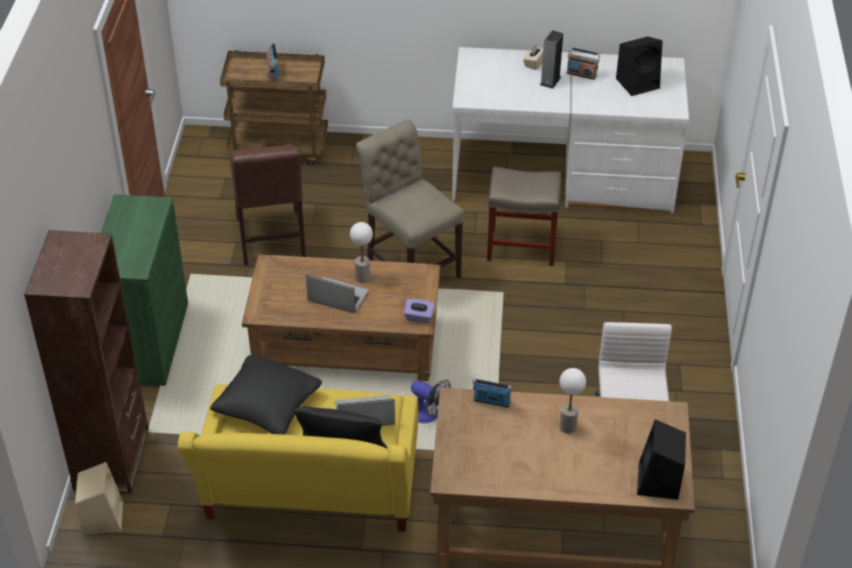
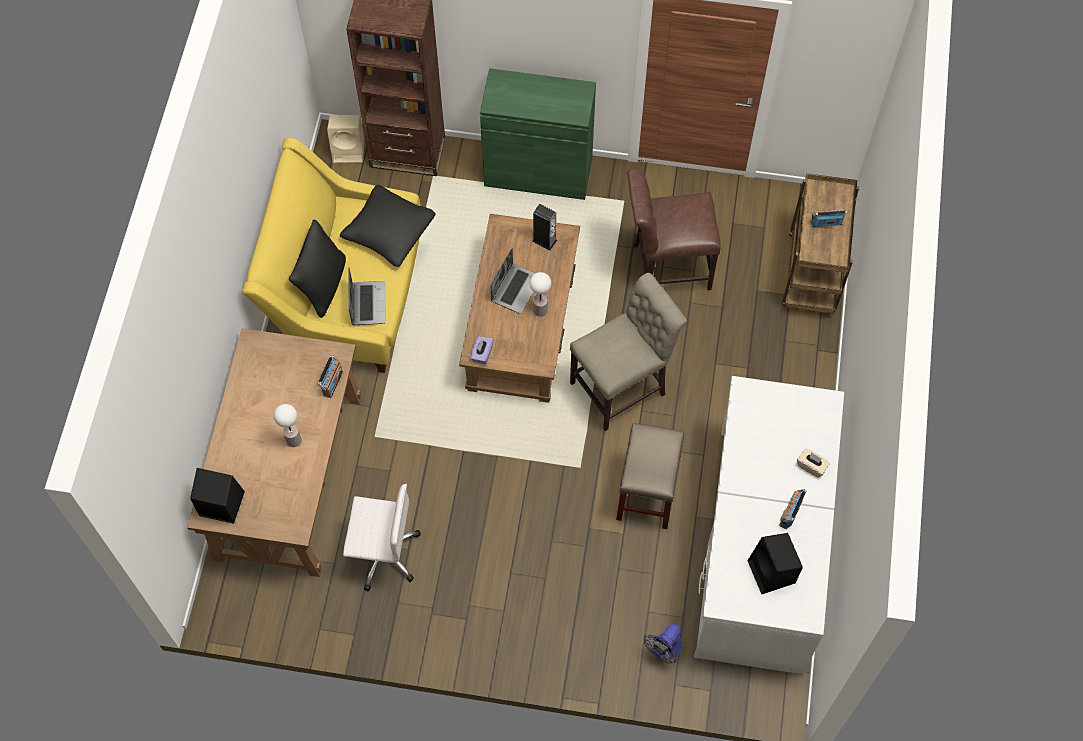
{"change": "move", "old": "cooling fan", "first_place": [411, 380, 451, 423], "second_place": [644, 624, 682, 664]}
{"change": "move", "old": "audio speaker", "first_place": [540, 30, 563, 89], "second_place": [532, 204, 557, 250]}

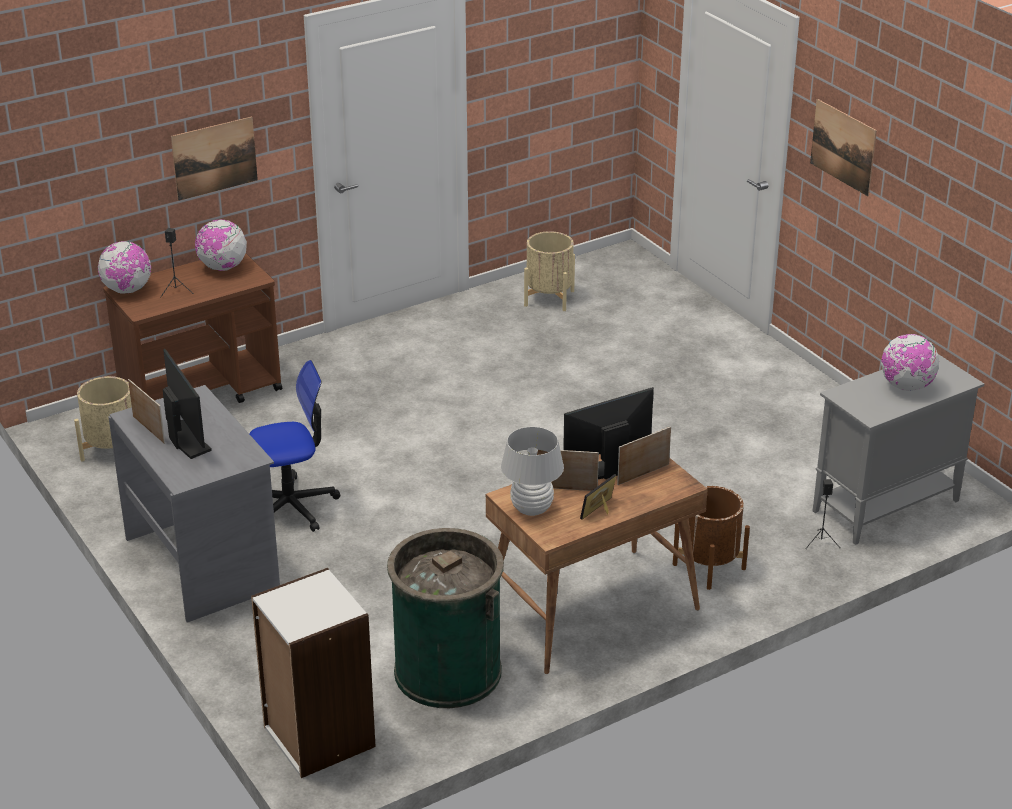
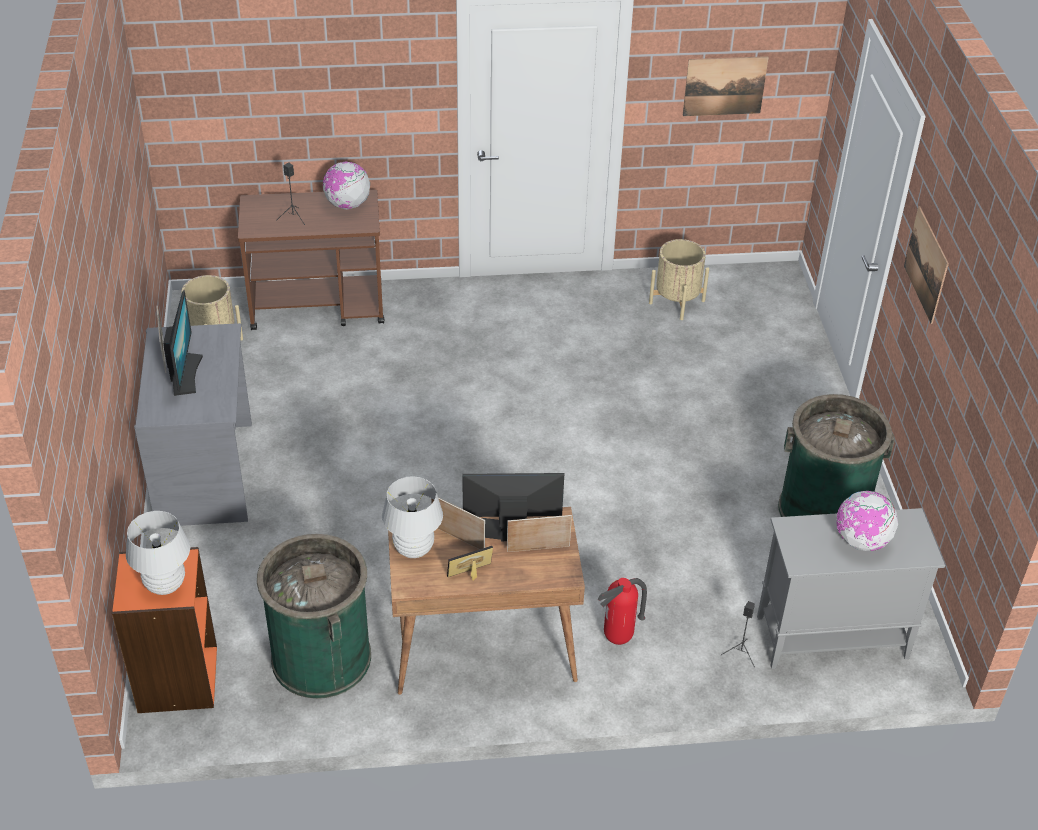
{"change": "delete", "old": "globe", "first_place": [98, 241, 151, 294]}
{"change": "move", "old": "wall art", "first_place": [171, 117, 258, 201], "second_place": [683, 56, 769, 116]}
{"change": "delete", "old": "office chair", "first_place": [249, 360, 340, 532]}
{"change": "recolor", "old": "bookcase in white-coloured", "new": "bookcase in orangey", "first_place": [251, 568, 376, 778], "second_place": [112, 547, 217, 713]}
{"change": "replace", "old": "plant pot in brown", "new": "fire extinguisher", "first_place": [673, 486, 750, 590], "second_place": [598, 578, 647, 645]}
{"change": "insert", "new": "lamp for a table in white-coloured", "second_place": [126, 511, 190, 595]}
{"change": "insert", "new": "waste bin in greenish", "second_place": [778, 394, 895, 517]}

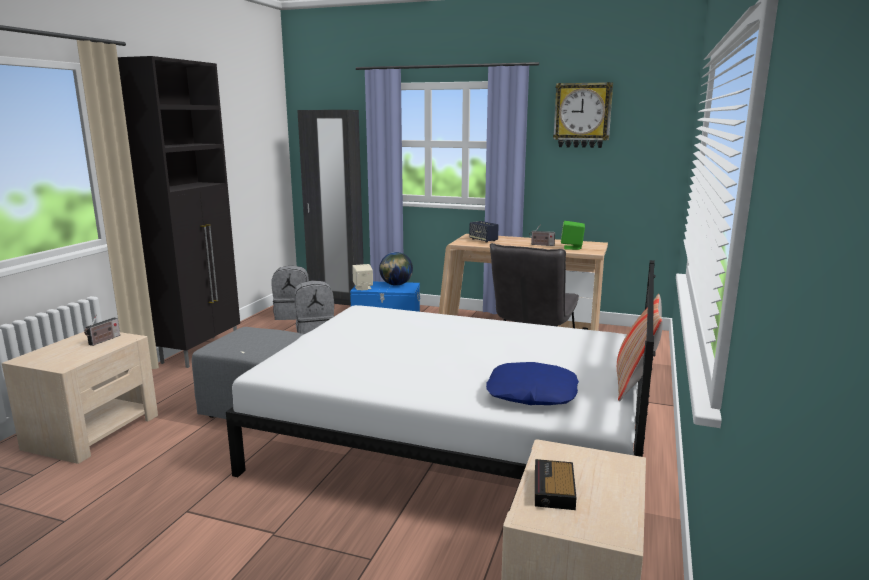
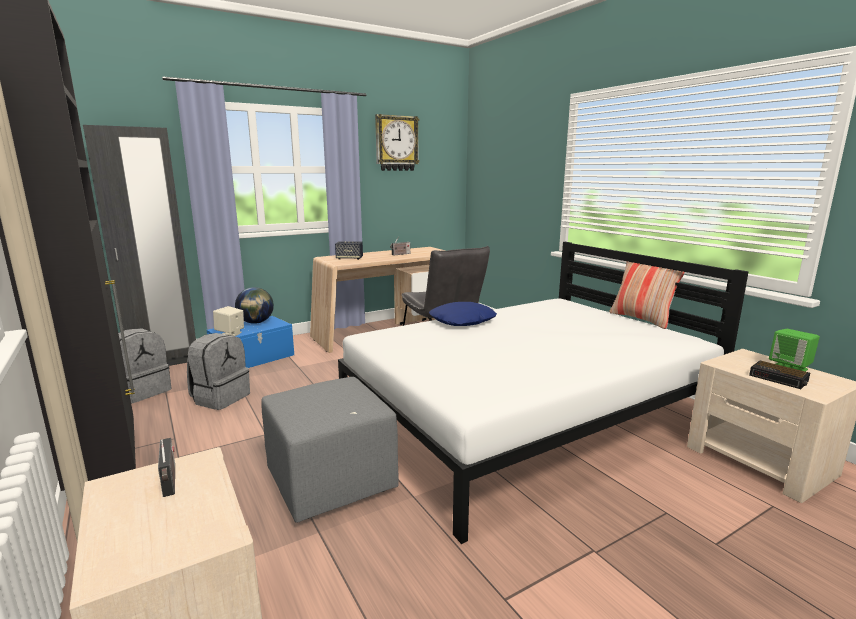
{"change": "move", "old": "cushion in blue-coloured", "first_place": [486, 362, 579, 405], "second_place": [429, 302, 497, 326]}
{"change": "move", "old": "audio speaker in greenish", "first_place": [561, 221, 585, 250], "second_place": [769, 329, 820, 372]}

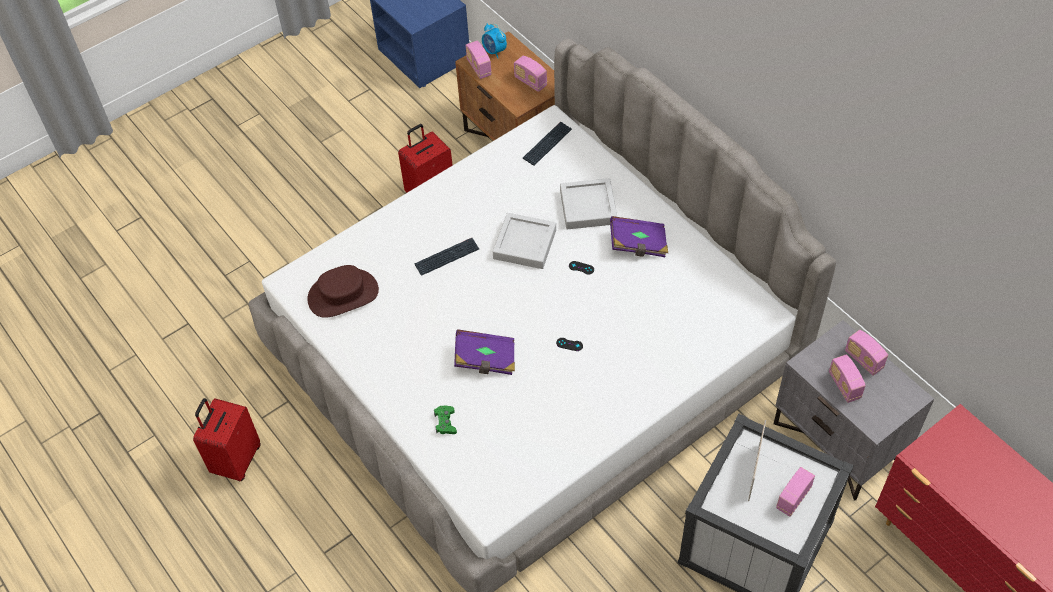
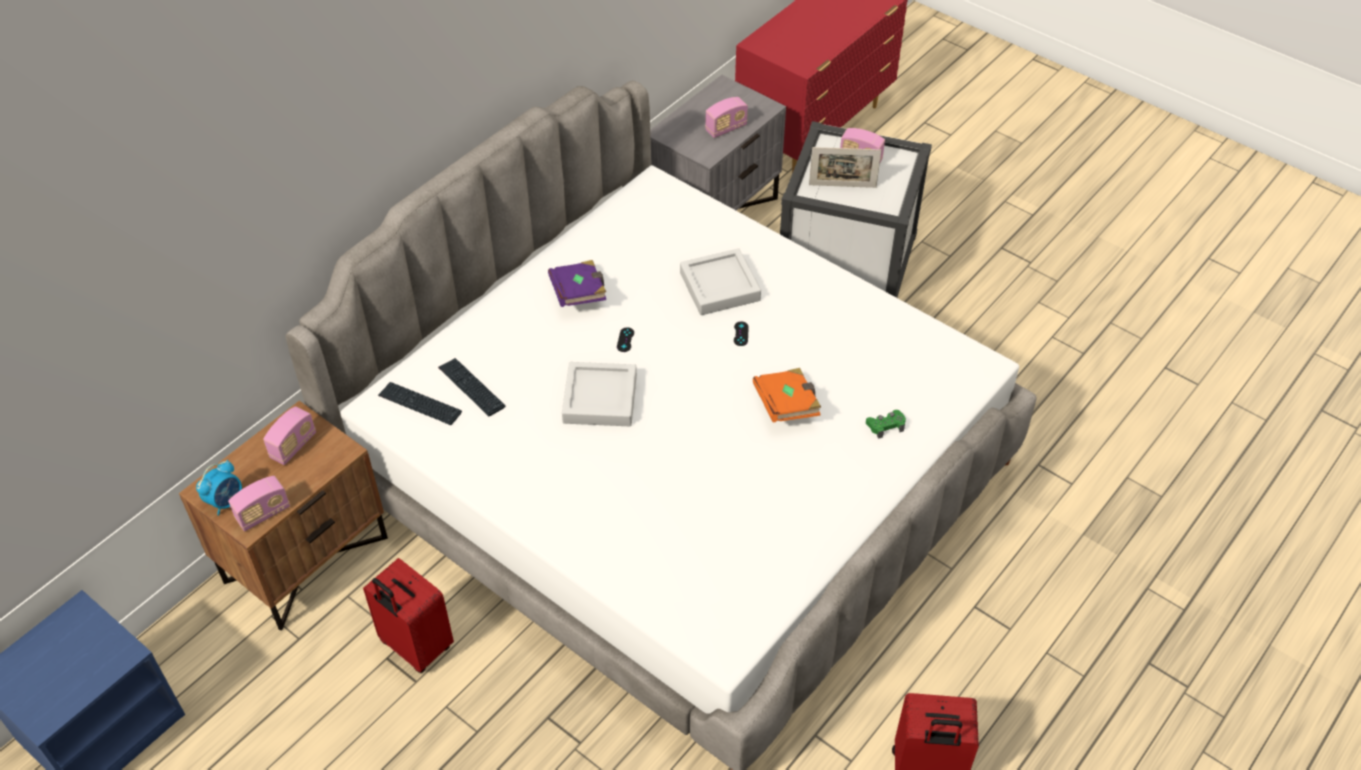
{"change": "delete", "old": "hat in brown", "first_place": [308, 265, 379, 318]}
{"change": "move", "old": "computer keyboard", "first_place": [414, 238, 479, 276], "second_place": [438, 358, 506, 417]}
{"change": "recolor", "old": "book in purple", "new": "book in orangey", "first_place": [454, 329, 515, 375], "second_place": [753, 368, 821, 423]}
{"change": "move", "old": "carrying tray in grey", "first_place": [560, 178, 617, 230], "second_place": [680, 248, 761, 315]}
{"change": "delete", "old": "radio", "first_place": [845, 330, 888, 376]}

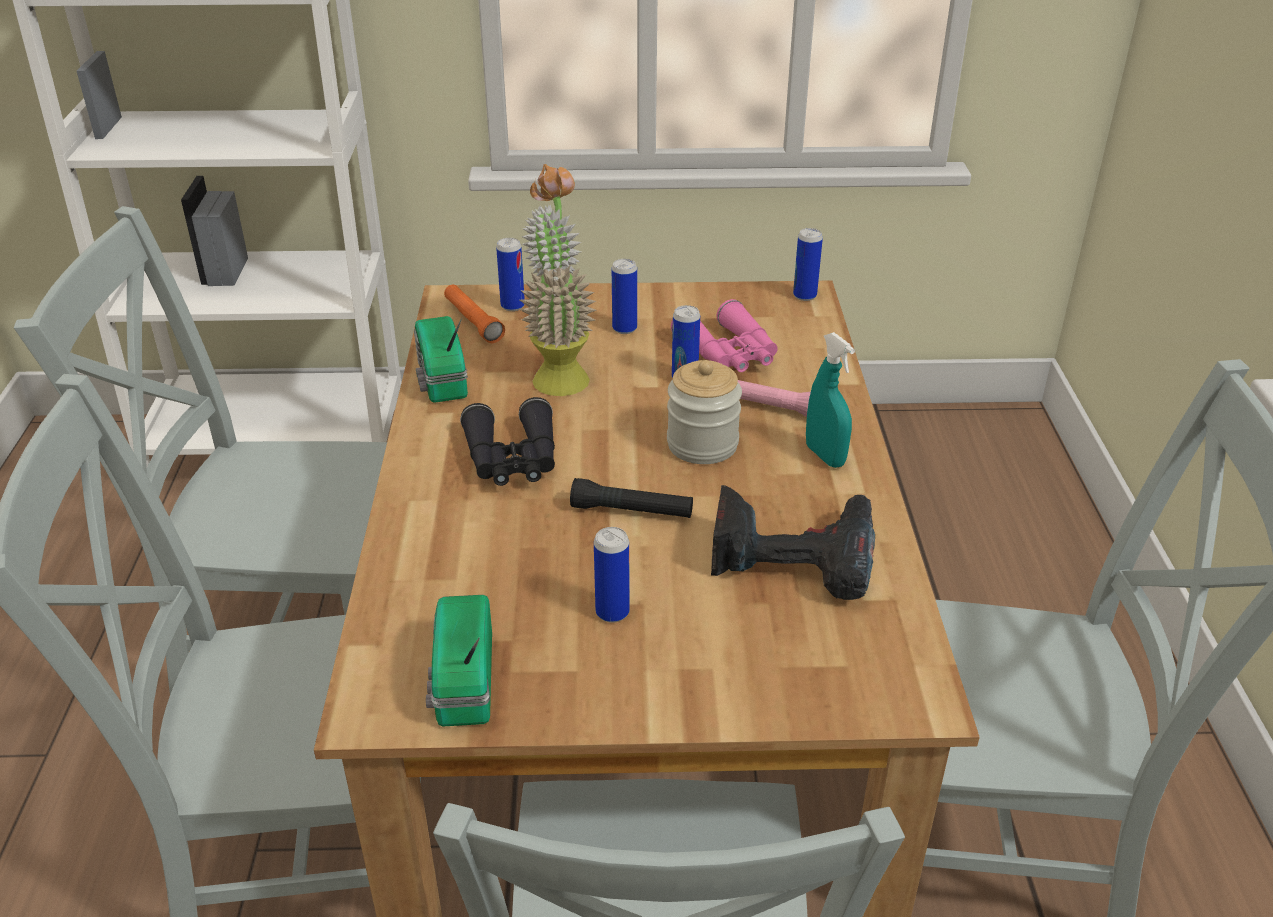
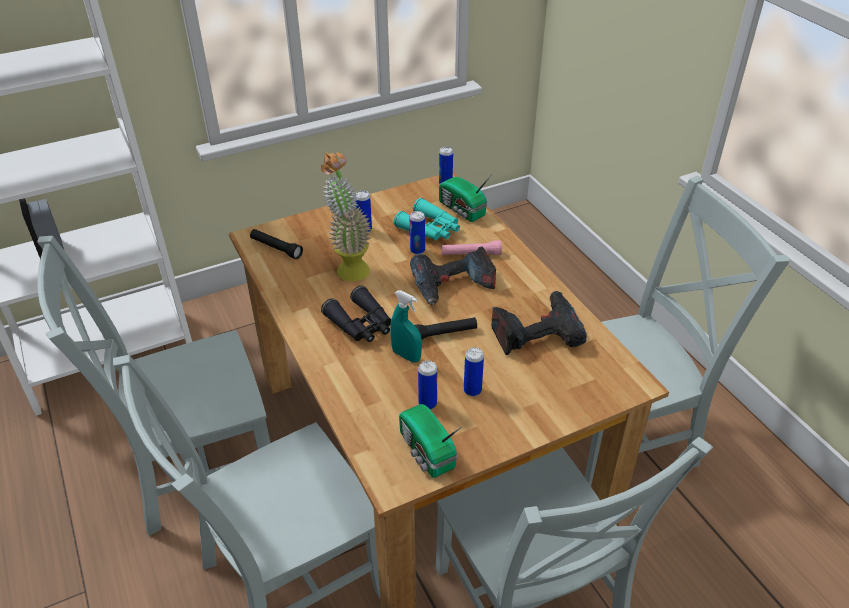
{"change": "move", "old": "radio", "first_place": [414, 316, 468, 403], "second_place": [439, 174, 492, 222]}
{"change": "recolor", "old": "flashlight in orangey", "new": "flashlight in black", "first_place": [444, 285, 505, 343], "second_place": [250, 229, 303, 259]}
{"change": "move", "old": "metal can", "first_place": [496, 238, 525, 311], "second_place": [418, 360, 437, 410]}
{"change": "replace", "old": "jar", "new": "power drill", "first_place": [667, 360, 742, 464], "second_place": [410, 246, 496, 305]}
{"change": "recolor", "old": "field glasses in pinkish", "new": "field glasses in turquoise-coloured", "first_place": [671, 299, 778, 372], "second_place": [394, 198, 460, 241]}
{"change": "move", "old": "sprayer in turquoise-coloured", "first_place": [806, 332, 855, 468], "second_place": [390, 290, 422, 363]}

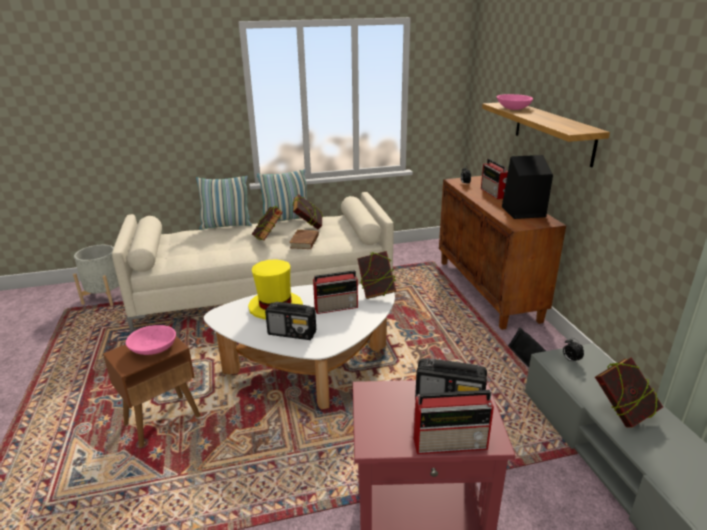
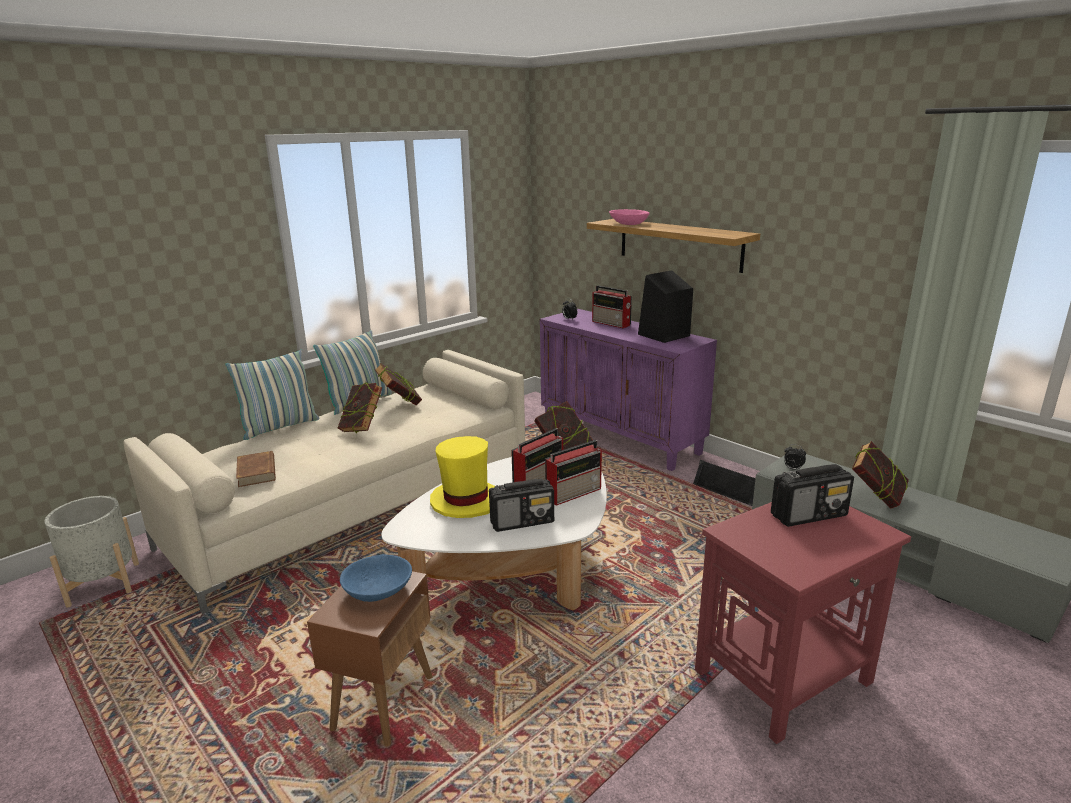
{"change": "recolor", "old": "deep dish in pinkish", "new": "deep dish in blue-coloured", "first_place": [126, 325, 176, 355], "second_place": [340, 554, 412, 602]}
{"change": "move", "old": "book in brown", "first_place": [289, 230, 319, 249], "second_place": [236, 451, 276, 487]}
{"change": "move", "old": "radio", "first_place": [414, 390, 494, 454], "second_place": [545, 440, 602, 506]}
{"change": "recolor", "old": "cupboard in brown", "new": "cupboard in purple", "first_place": [439, 176, 566, 330], "second_place": [540, 309, 717, 471]}

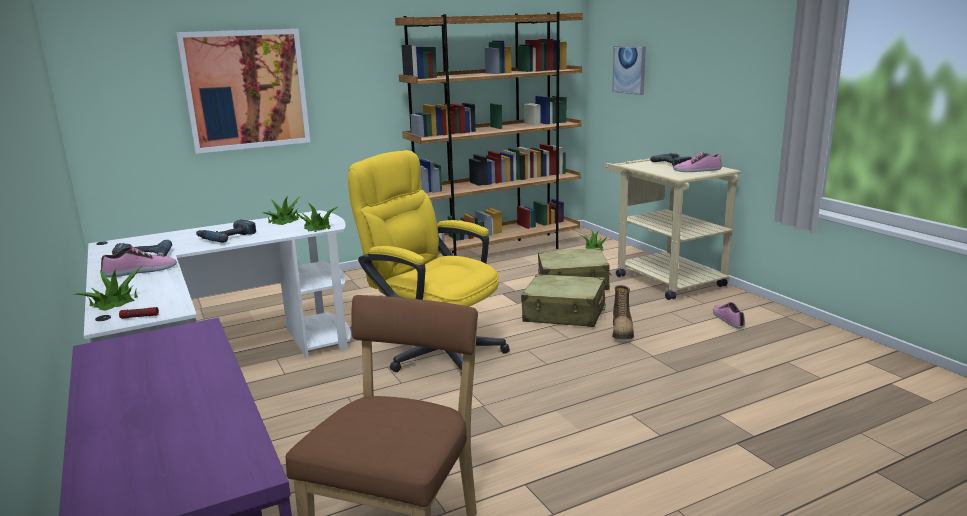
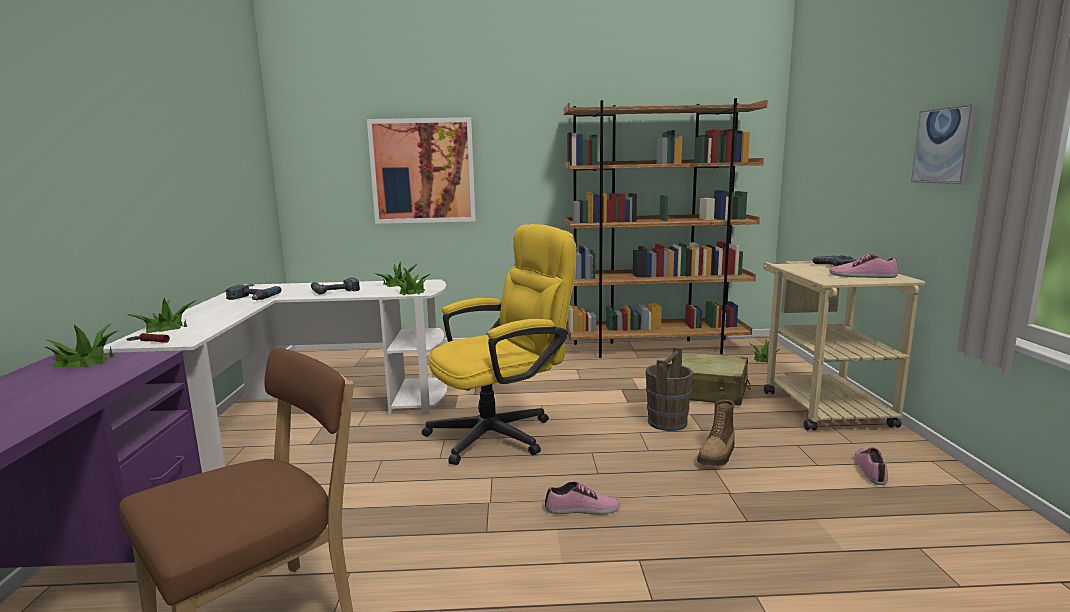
{"change": "move", "old": "low shoe", "first_place": [101, 247, 177, 277], "second_place": [545, 482, 620, 515]}
{"change": "rotate", "old": "office chair in yellowish", "first_place": [348, 150, 510, 372], "second_place": [422, 224, 576, 465], "degrees": 90}
{"change": "replace", "old": "suitcase in beige-coloured", "new": "pail in brown", "first_place": [521, 274, 606, 327], "second_place": [646, 347, 693, 431]}
{"change": "move", "old": "wall art", "first_place": [612, 46, 646, 95], "second_place": [911, 104, 978, 184]}
{"change": "insert", "new": "houseplant", "second_place": [45, 323, 119, 368]}

